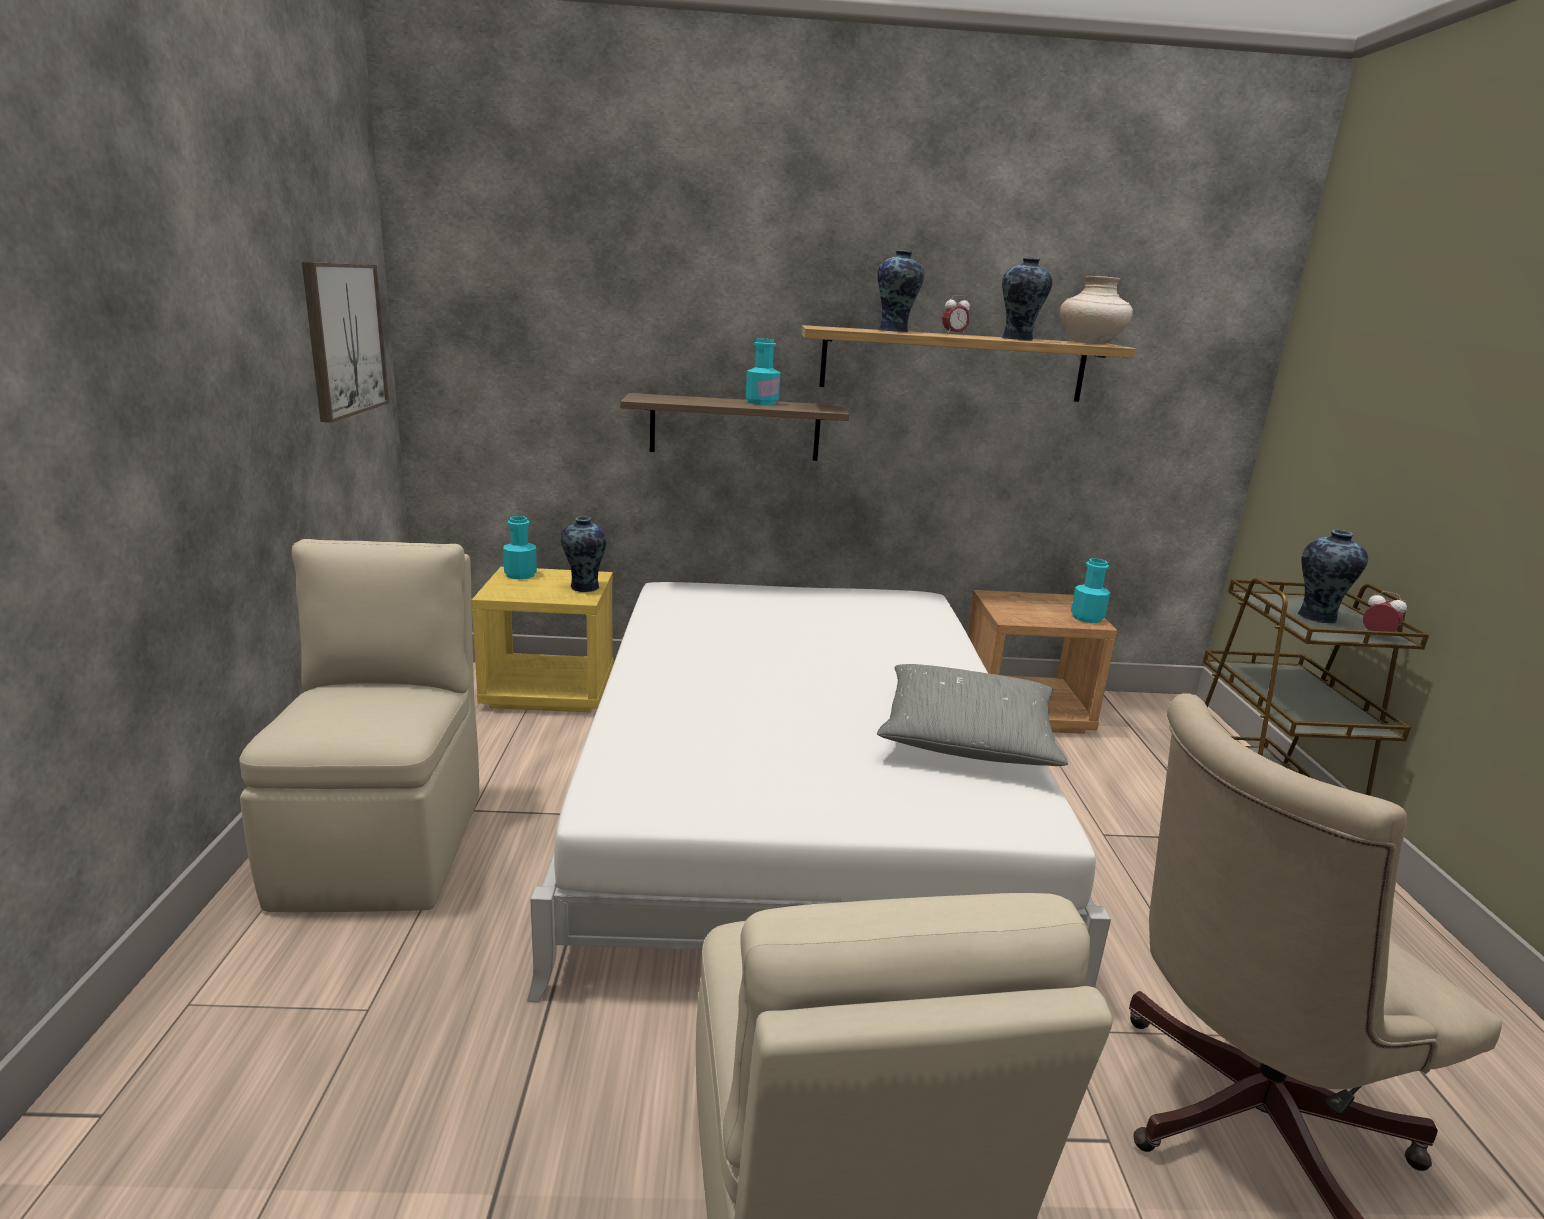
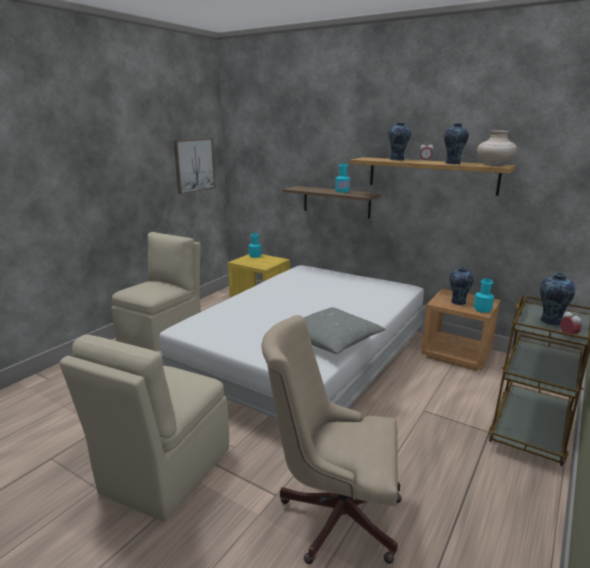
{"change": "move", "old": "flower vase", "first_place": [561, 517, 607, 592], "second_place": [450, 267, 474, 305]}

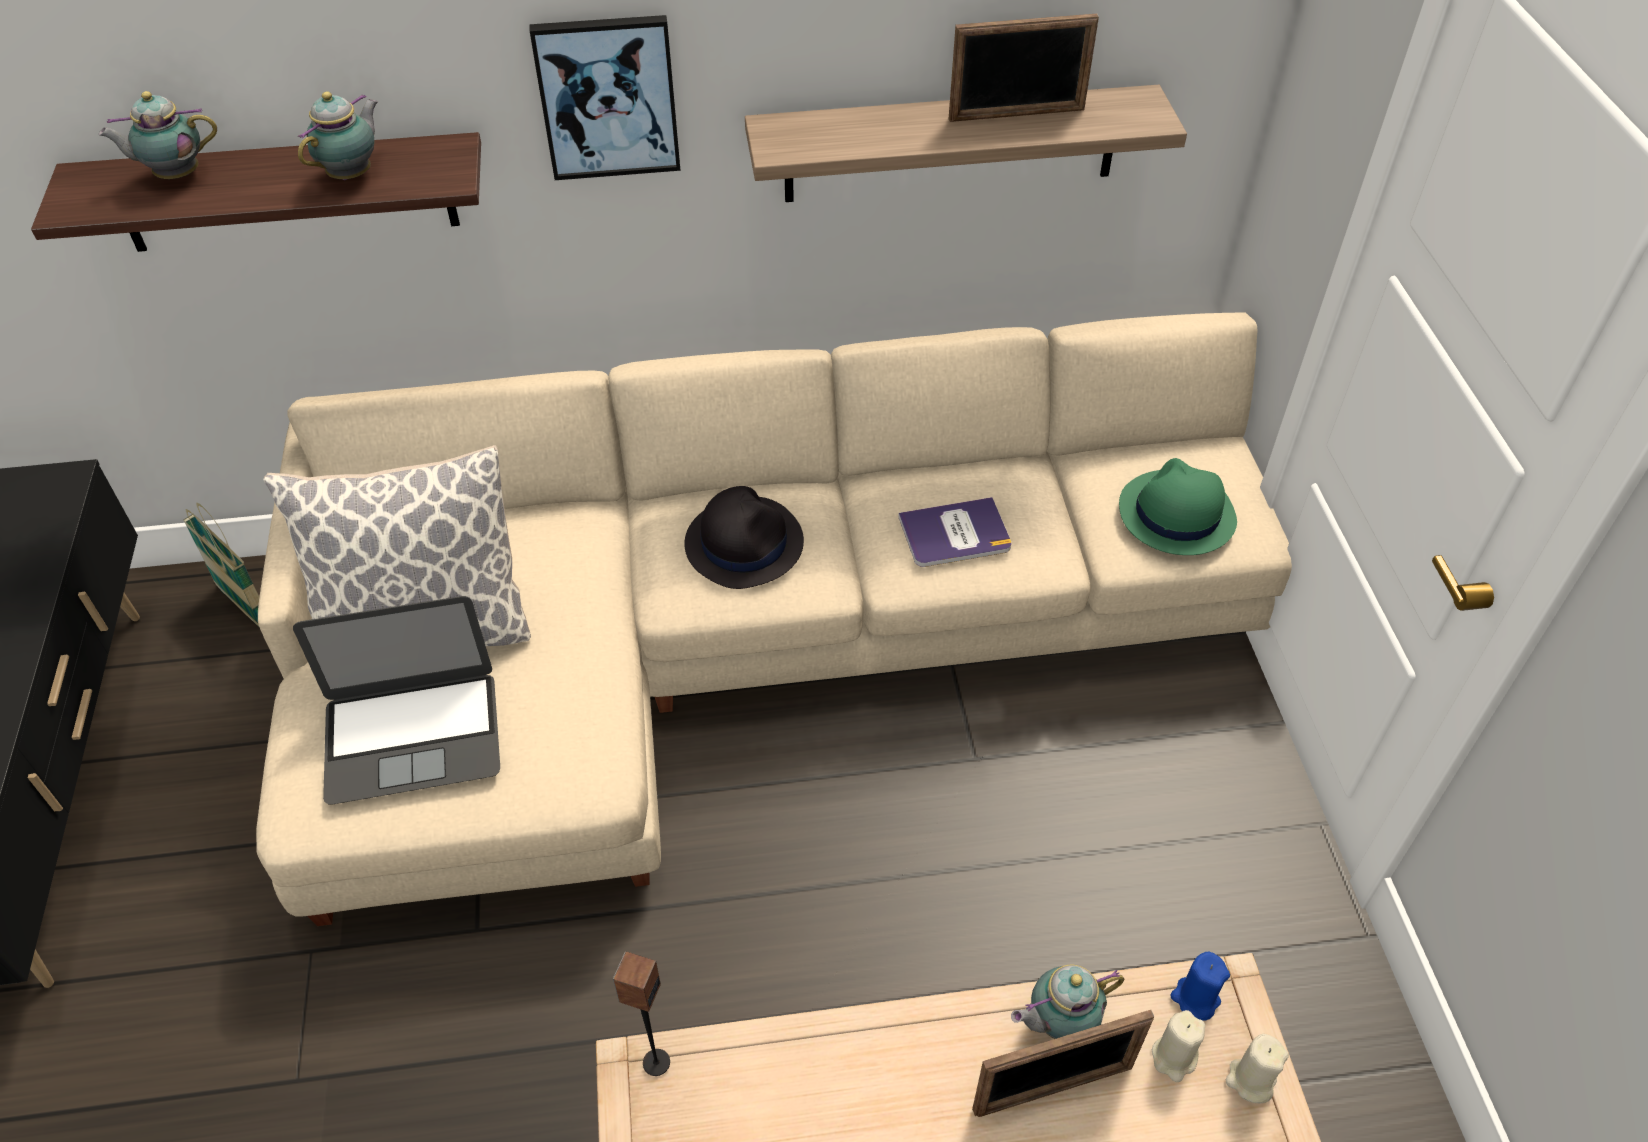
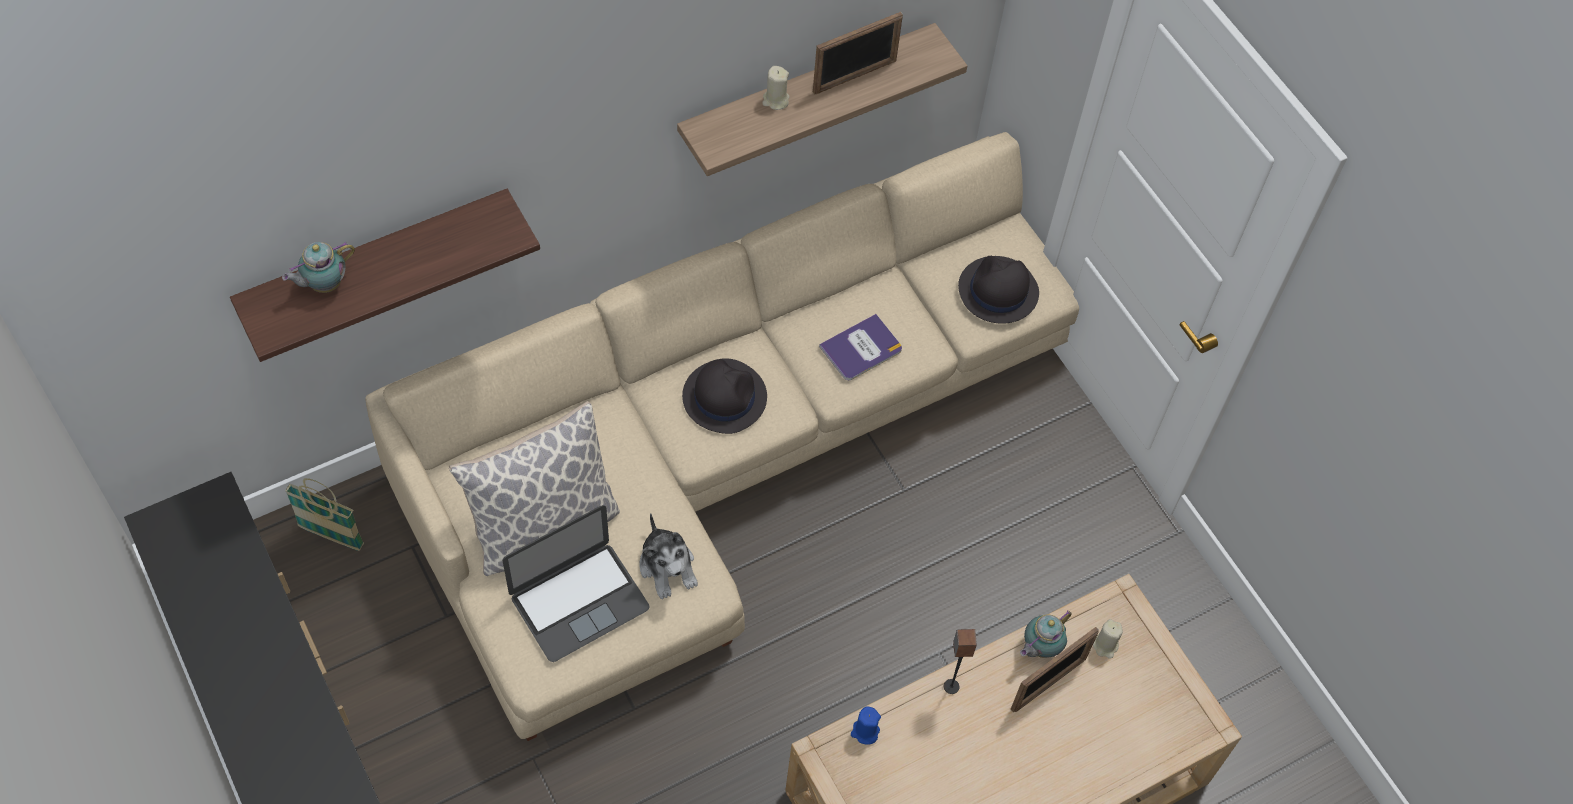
{"change": "delete", "old": "pot for tea", "first_place": [298, 91, 378, 180]}
{"change": "delete", "old": "wall art", "first_place": [530, 15, 681, 180]}
{"change": "move", "old": "audio speaker", "first_place": [613, 951, 670, 1076], "second_place": [944, 629, 977, 694]}
{"change": "recolor", "old": "hat in greenish", "new": "hat in black", "first_place": [1119, 458, 1237, 555], "second_place": [958, 256, 1039, 324]}
{"change": "move", "old": "wax light in blue-coloured", "first_place": [1170, 952, 1230, 1021], "second_place": [851, 706, 881, 745]}
{"change": "move", "old": "wax light in beige-coloured", "first_place": [1226, 1034, 1289, 1104], "second_place": [762, 66, 790, 110]}
{"change": "insert", "new": "soft toy", "second_place": [640, 513, 698, 599]}

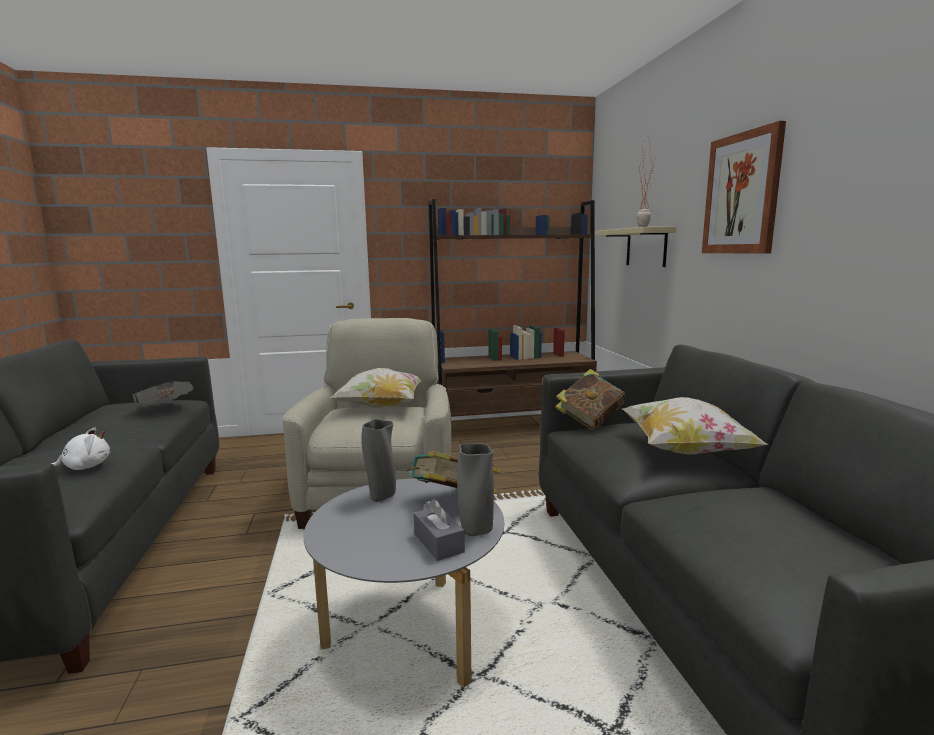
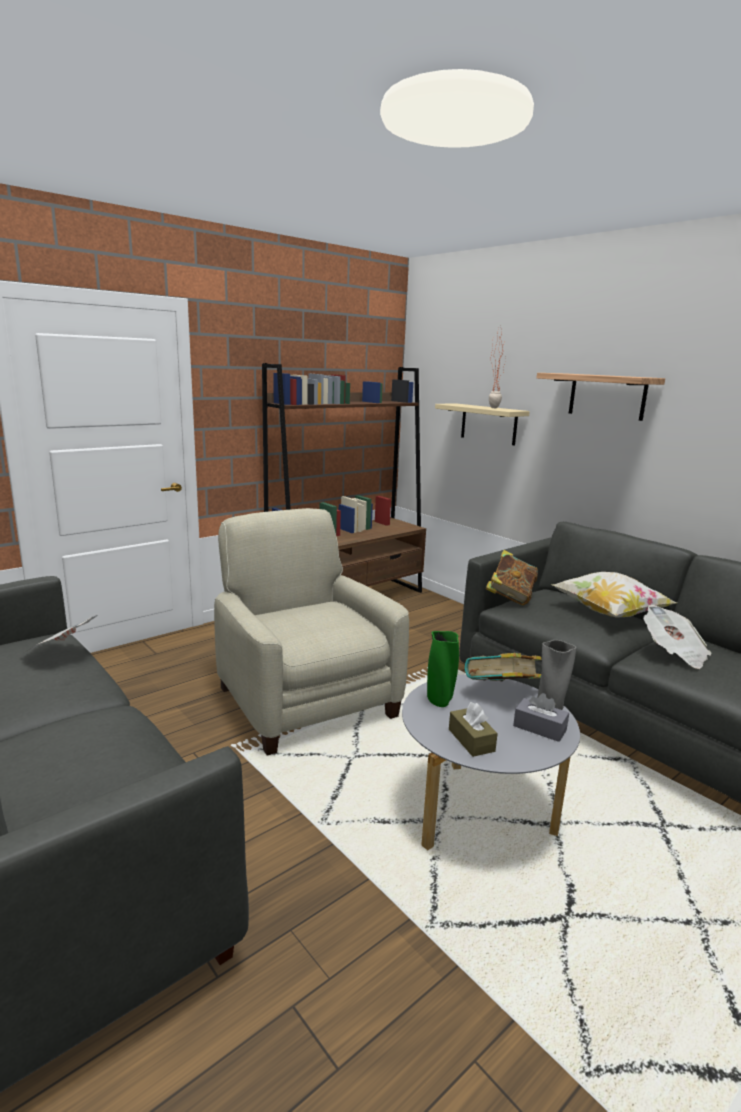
{"change": "delete", "old": "soft toy in white-coloured", "first_place": [51, 428, 110, 470]}
{"change": "delete", "old": "cushion", "first_place": [330, 368, 421, 408]}
{"change": "recolor", "old": "flower vase in grey", "new": "flower vase in greenish", "first_place": [361, 419, 396, 502], "second_place": [427, 631, 459, 707]}
{"change": "replace", "old": "wall art", "new": "wall shelf", "first_place": [702, 121, 786, 254], "second_place": [537, 373, 665, 421]}
{"change": "insert", "new": "tissue holder in brown", "second_place": [449, 702, 498, 757]}
{"change": "insert", "new": "newspaper", "second_place": [644, 605, 712, 669]}

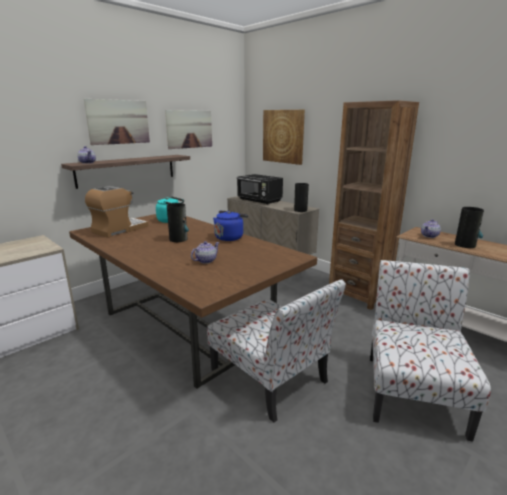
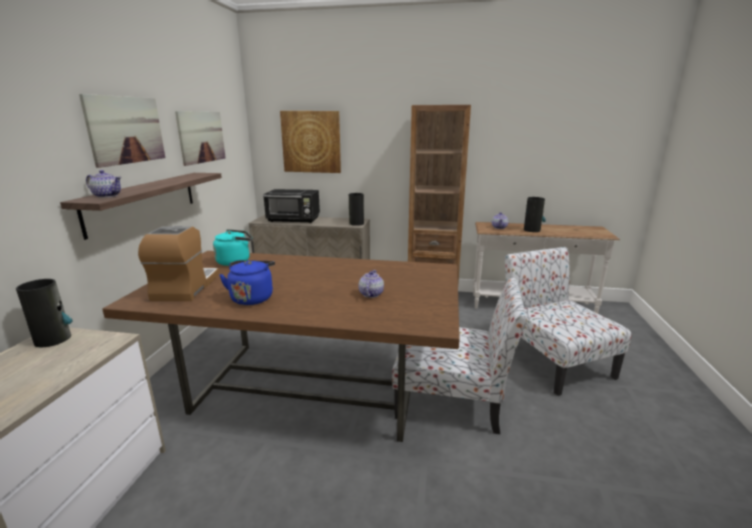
{"change": "move", "old": "flower vase", "first_place": [167, 203, 189, 242], "second_place": [16, 279, 72, 347]}
{"change": "move", "old": "kettle in blue-coloured", "first_place": [213, 211, 249, 241], "second_place": [219, 260, 275, 305]}

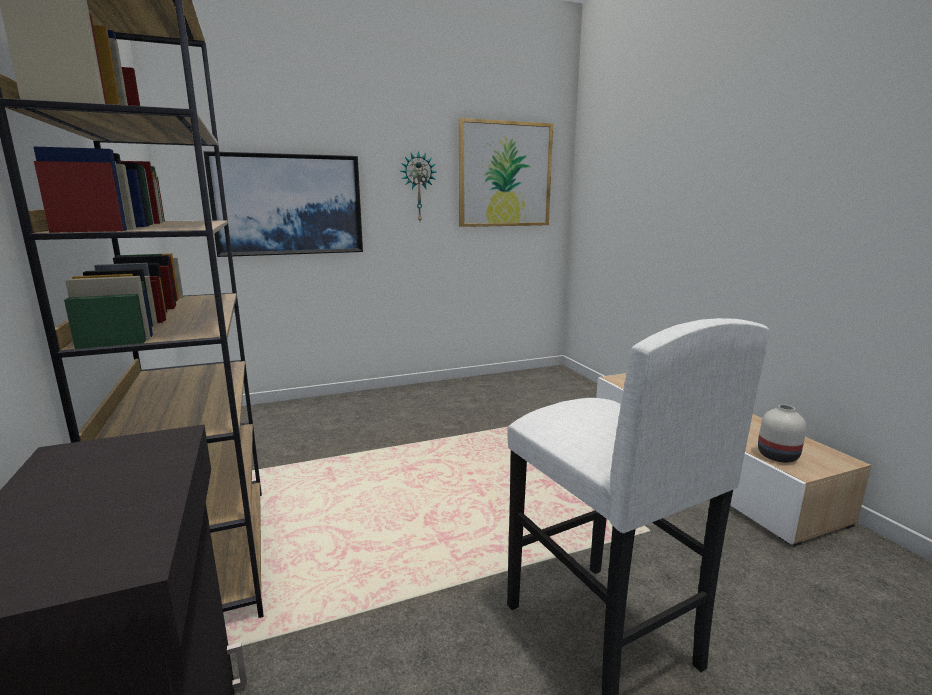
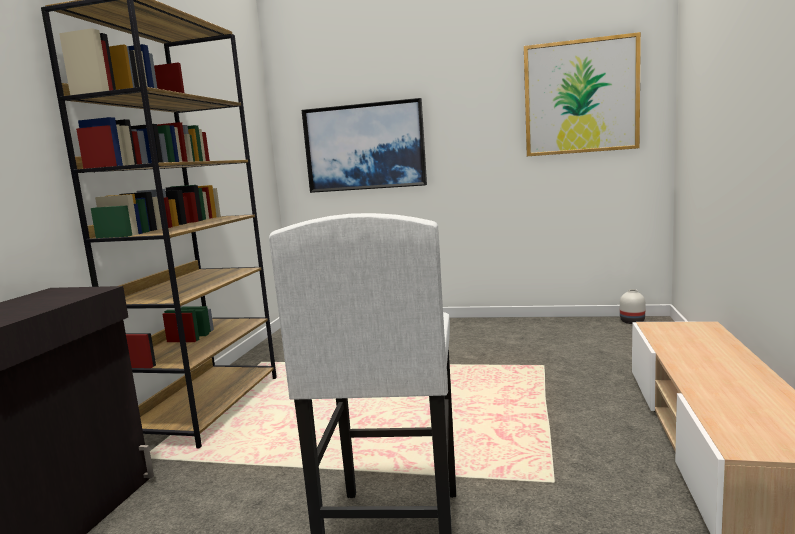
{"change": "delete", "old": "hanging clock", "first_place": [401, 151, 436, 221]}
{"change": "move", "old": "flower vase in white-coloured", "first_place": [758, 404, 806, 463], "second_place": [620, 289, 645, 324]}

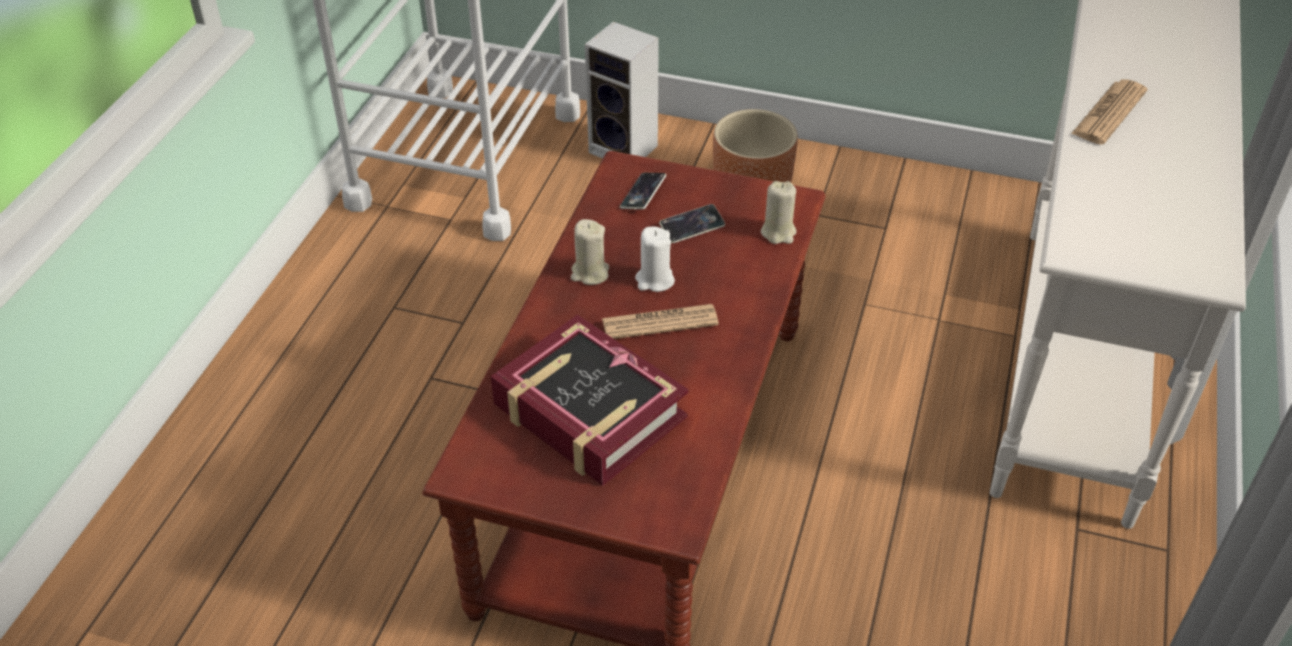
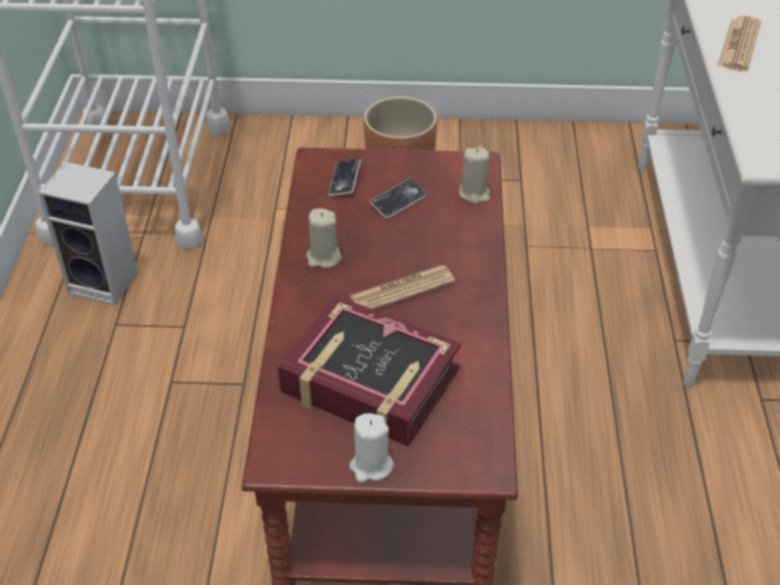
{"change": "move", "old": "audio speaker", "first_place": [585, 21, 659, 159], "second_place": [38, 162, 138, 305]}
{"change": "move", "old": "wax light in white-coloured", "first_place": [635, 227, 675, 292], "second_place": [349, 413, 394, 482]}

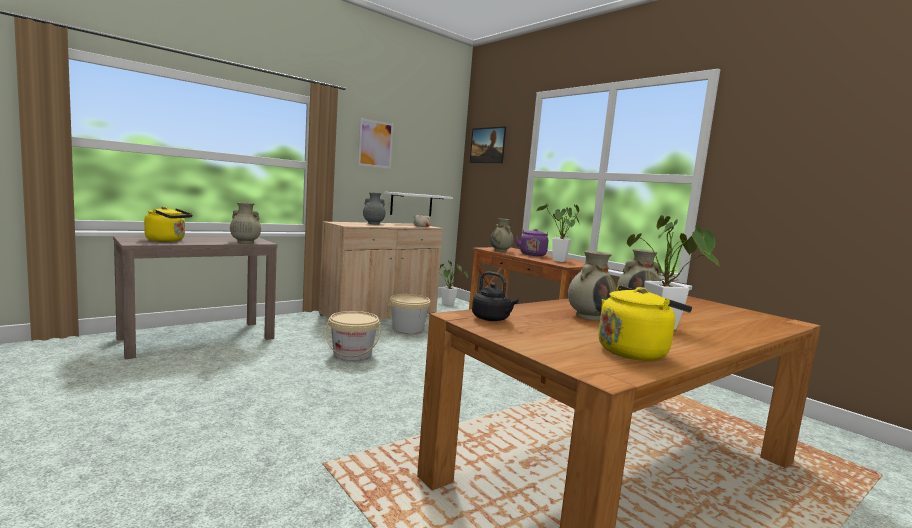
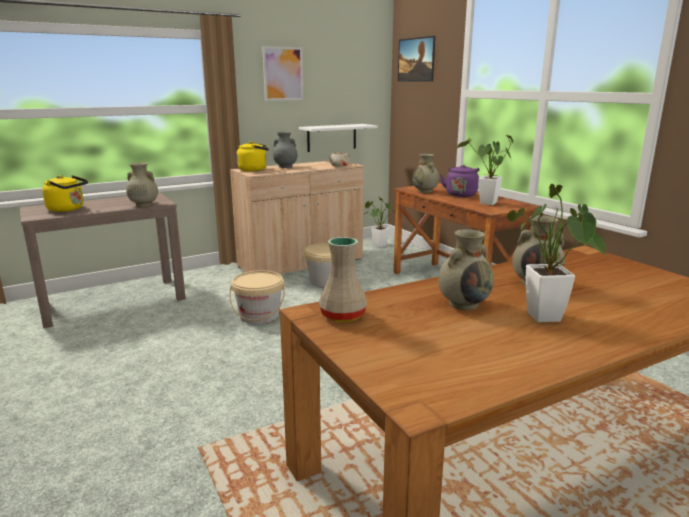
{"change": "replace", "old": "kettle in black", "new": "flower vase in beige-coloured", "first_place": [472, 272, 519, 321], "second_place": [319, 237, 367, 322]}
{"change": "move", "old": "kettle in yellowish", "first_place": [598, 285, 692, 361], "second_place": [237, 142, 269, 172]}

